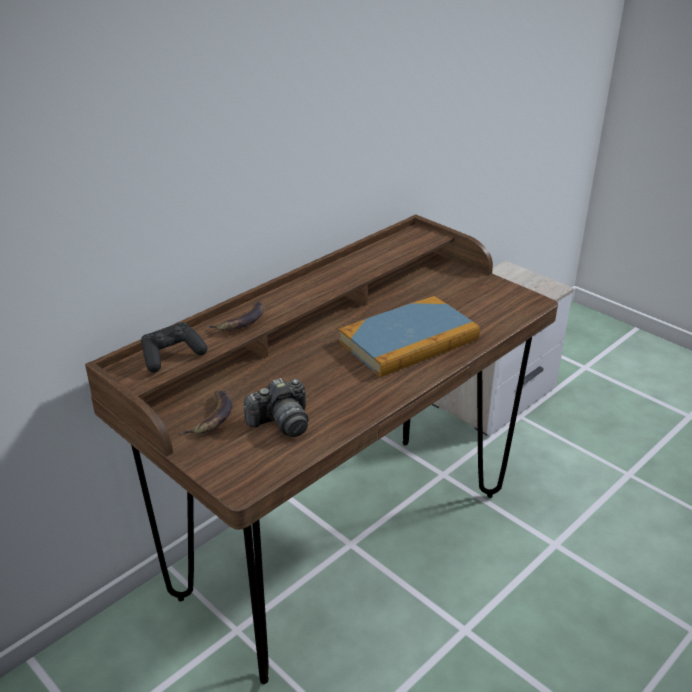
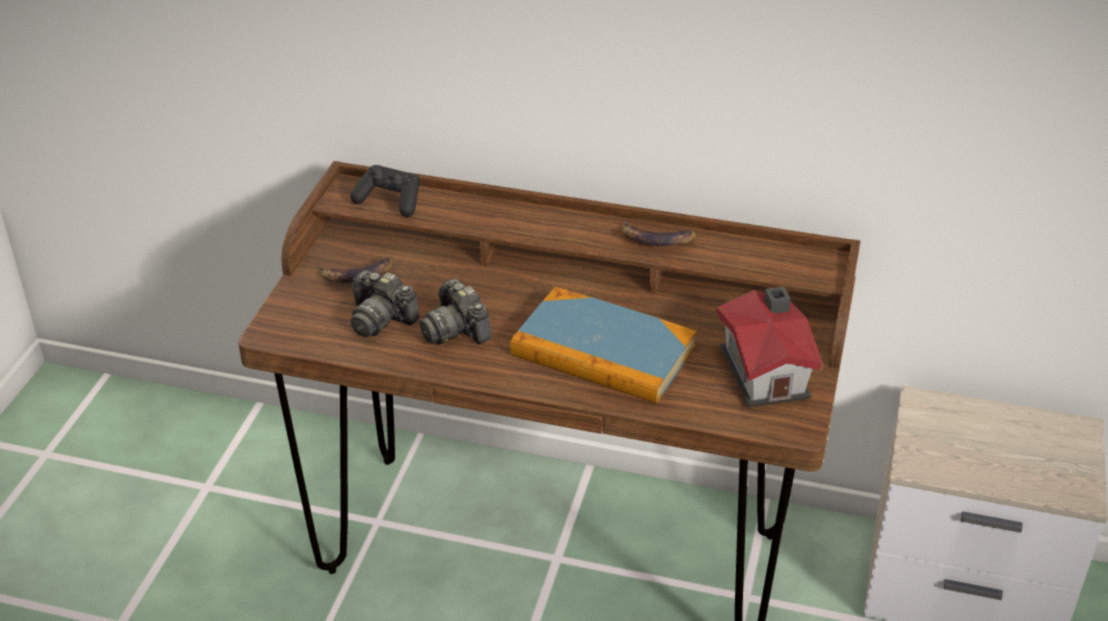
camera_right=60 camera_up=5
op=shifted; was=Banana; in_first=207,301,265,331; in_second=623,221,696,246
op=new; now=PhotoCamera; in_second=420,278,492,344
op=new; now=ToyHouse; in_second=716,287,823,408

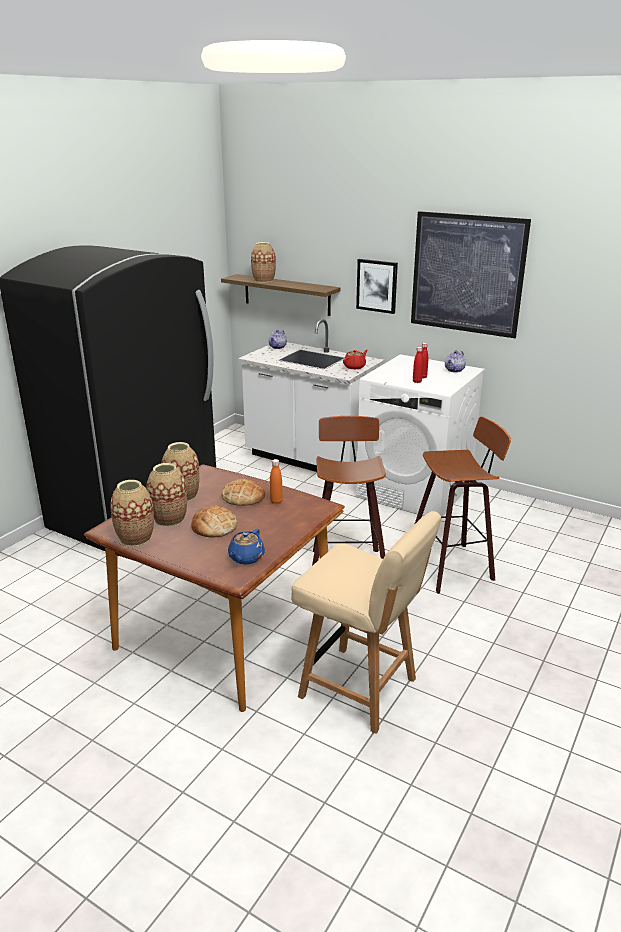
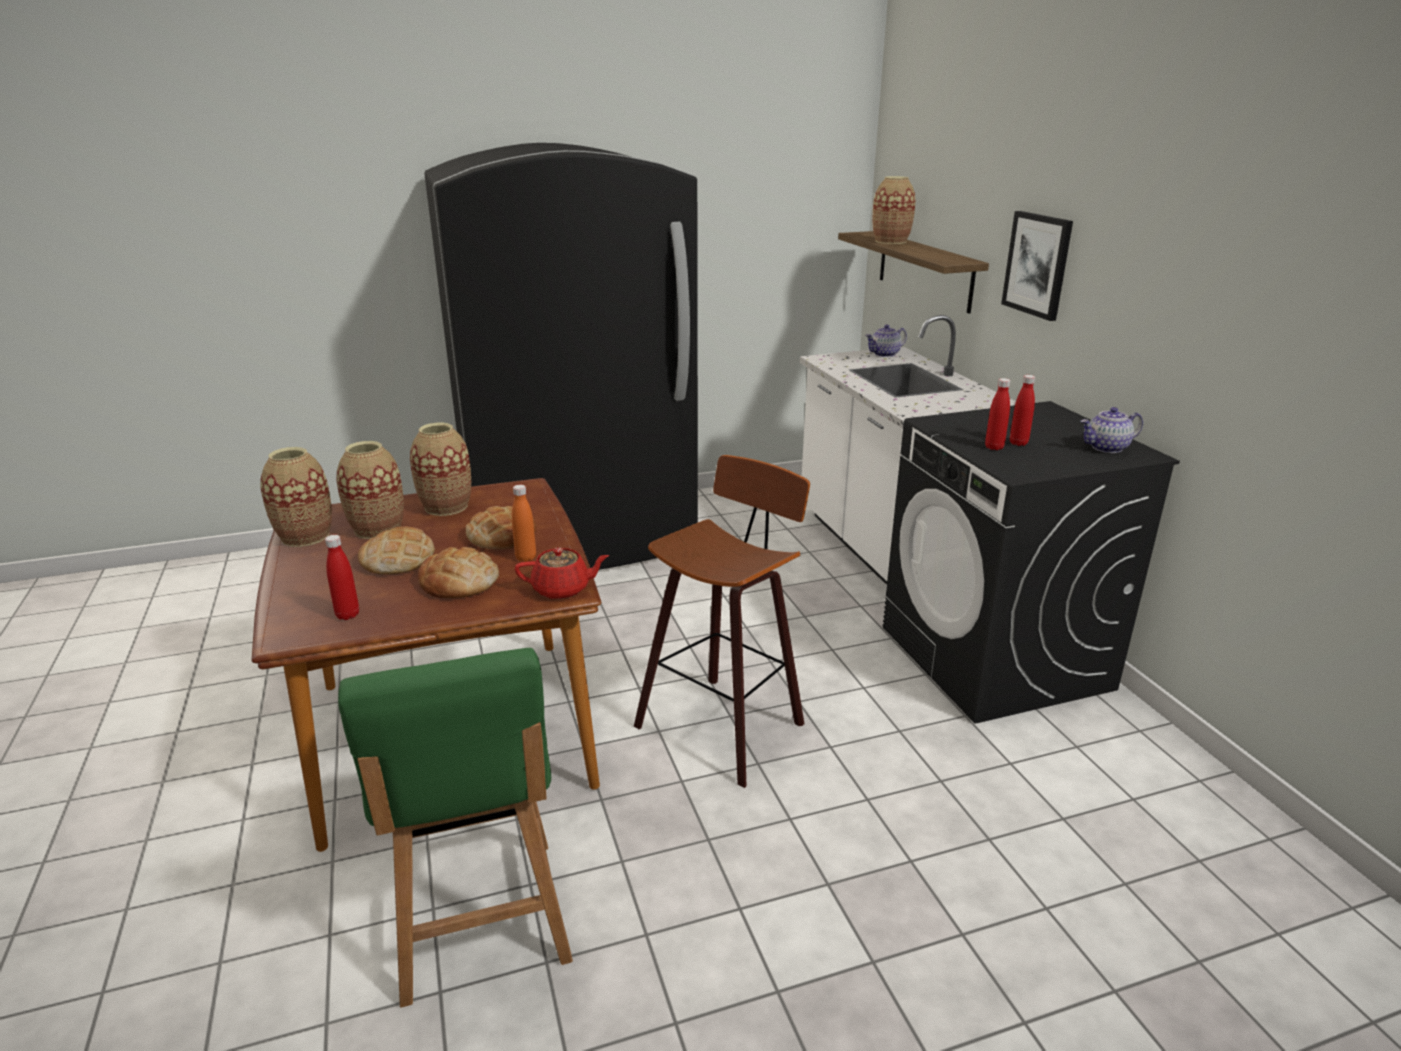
camera_right=40 camera_up=0
op=gone; was=Picture; in_first=411,211,531,338
op=shifted; was=RedTeapot; in_first=343,350,367,369; in_second=515,547,609,599
op=repainted; was=WhiteWashingMachine; now=BlackWashingMachine; in_first=356,354,485,517; in_second=883,401,1180,723
op=gone; was=Stool; in_first=414,416,511,594
op=repainted; was=BeigeChair; now=GreenChair; in_first=291,511,441,734; in_second=338,648,573,1008
op=swapped; was=BlueTeapot; now=RedBottle; in_first=228,529,265,564; in_second=325,535,359,620
op=new; now=Bread; in_second=418,547,499,598

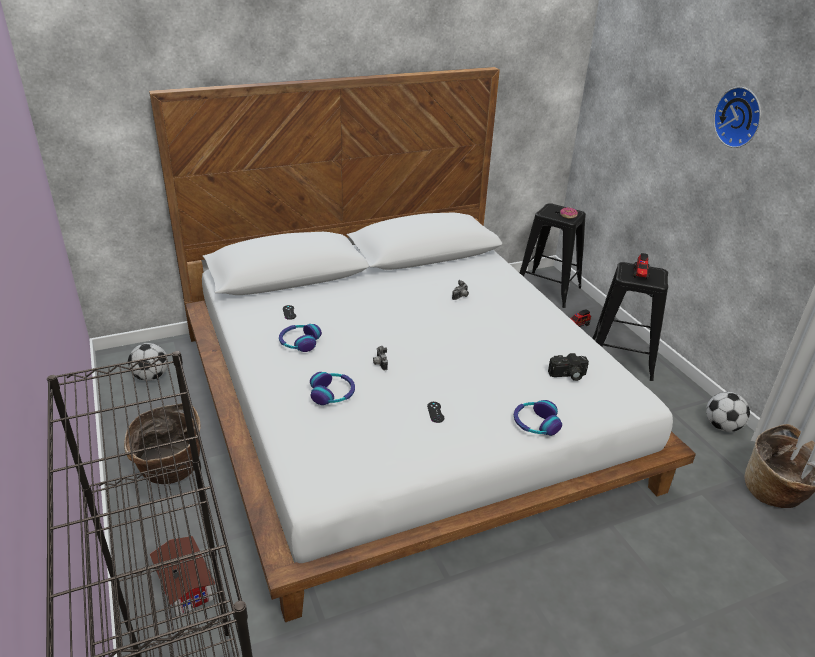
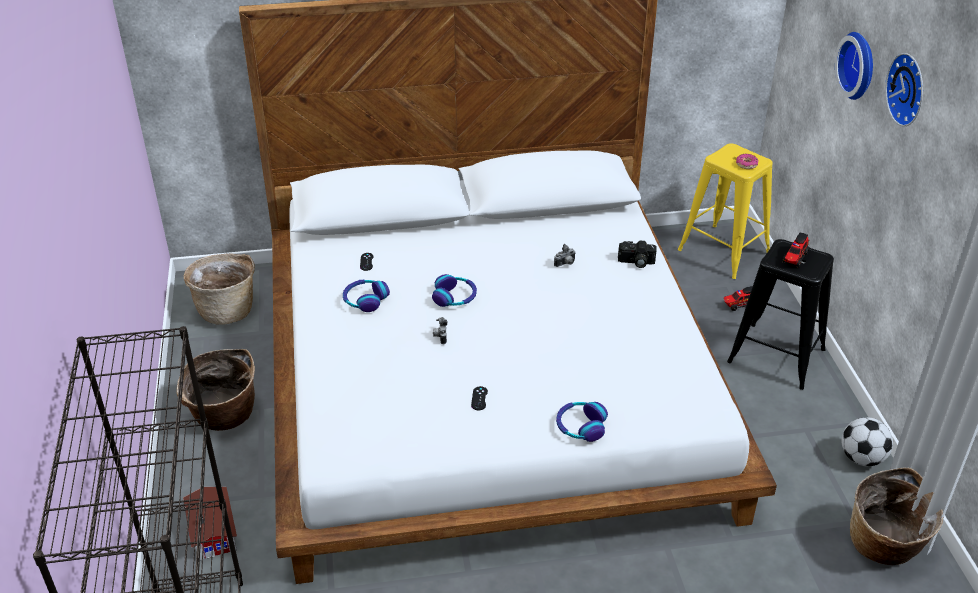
camera_right=15 camera_up=5
op=repainted; was=BlackStool; now=YellowStool; in_first=520,203,586,308; in_second=678,143,773,279
op=swapped; was=Football; now=Basket; in_first=128,343,168,381; in_second=184,253,255,325
op=shifted; was=PhotoCamera; in_first=548,353,589,381; in_second=618,241,656,268
op=shifted; was=Headphones; in_first=310,372,355,405; in_second=432,274,477,307
op=new; now=WallClock; in_second=835,32,873,100

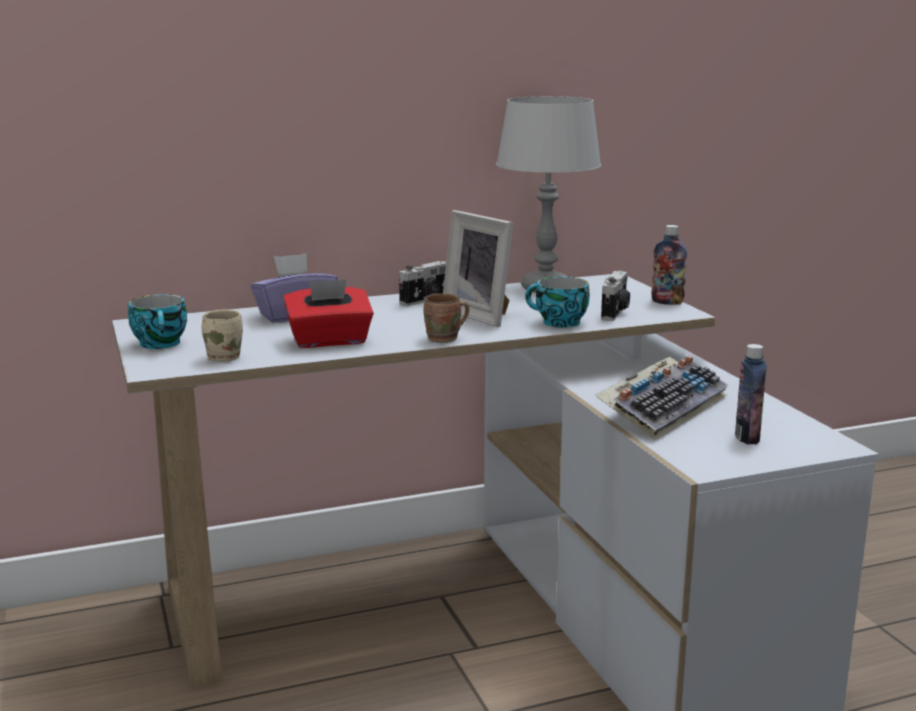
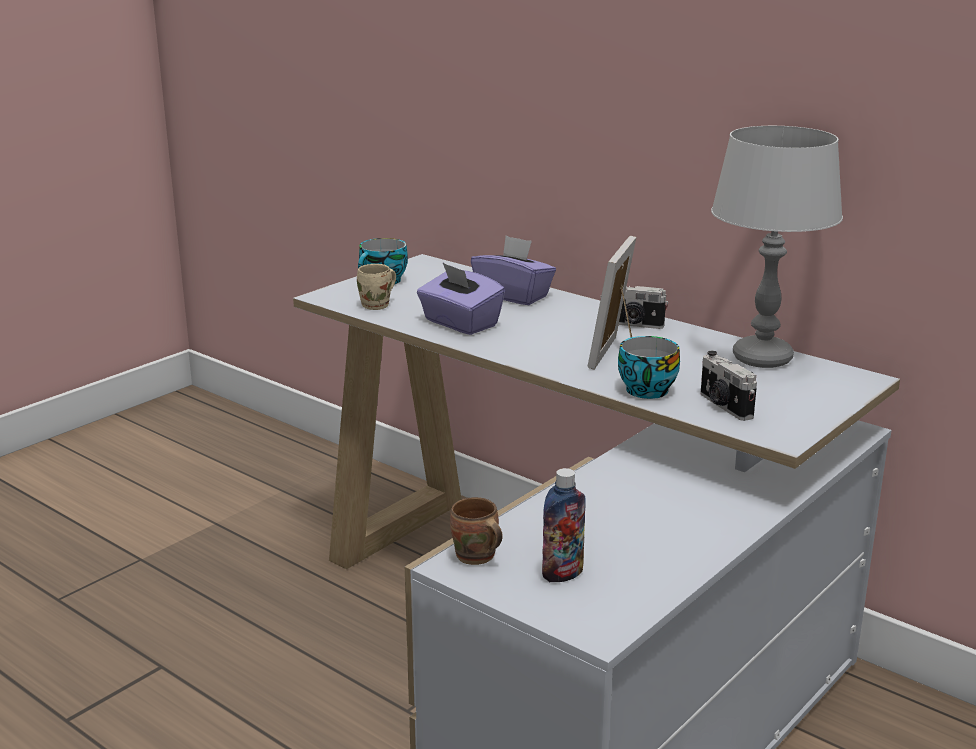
camera_right=60 camera_up=5
op=gone; was=Bottle; in_first=651,225,687,305
op=rotated; was=PhotoCamera; in_first=601,271,630,321; in_second=700,351,757,421; clockwise=75
op=repainted; was=RedTissueBox; now=PurpleTissueBox; in_first=283,279,374,348; in_second=417,263,505,335
op=shifted; was=BrownMug; in_first=424,293,469,343; in_second=450,497,503,565
op=gone; was=Keyboard; in_first=595,356,728,440

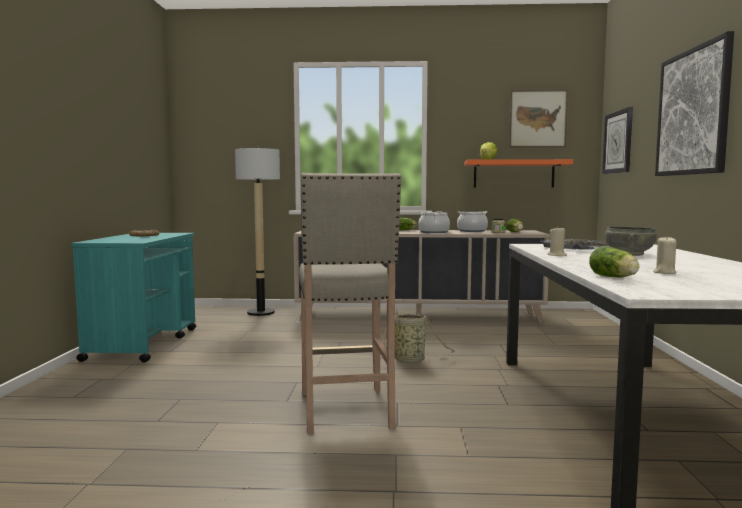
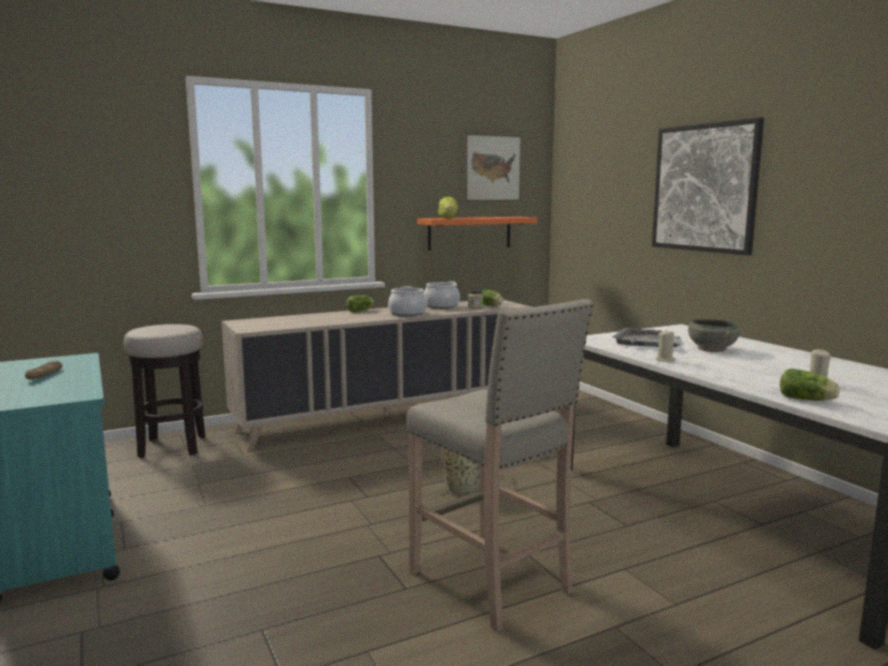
camera_right=-30 camera_up=5
op=gone; was=WallClock; in_first=602,107,633,174
op=swapped; was=FloorLamp; now=Stool; in_first=235,147,280,316; in_second=124,324,205,458

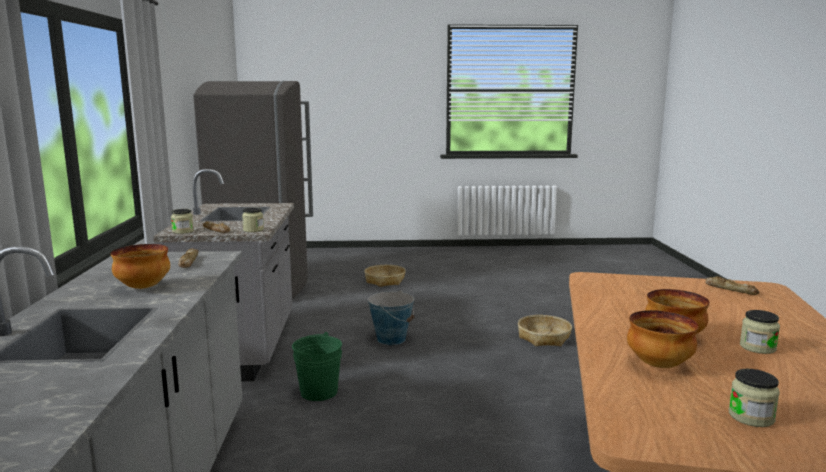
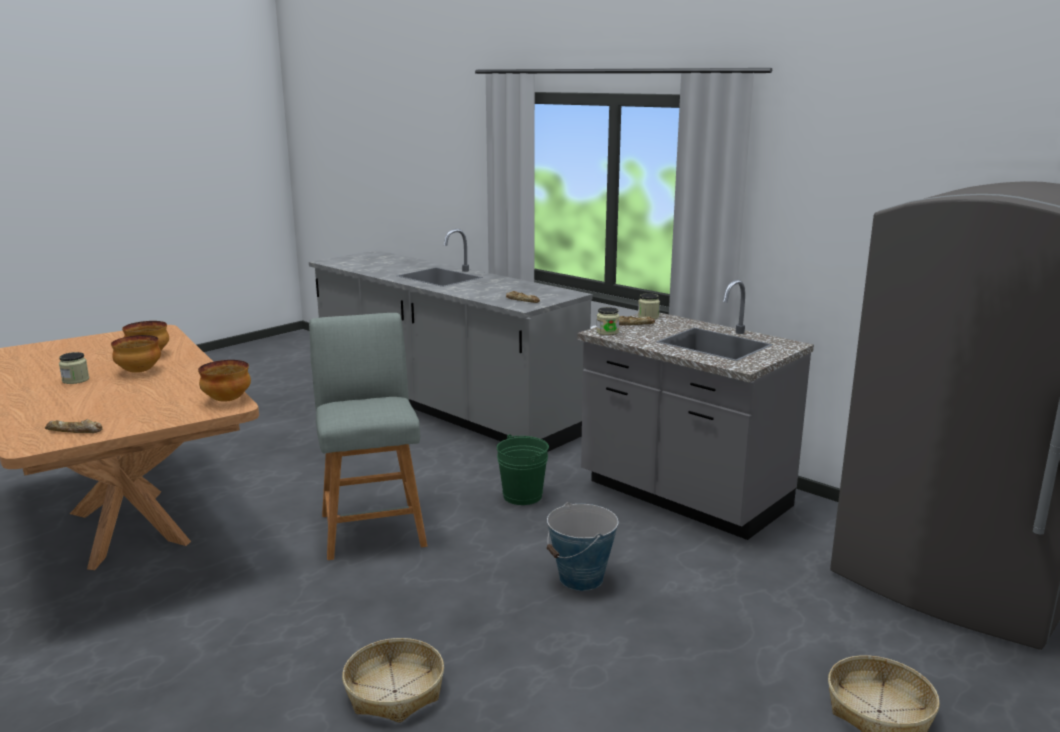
camera_right=135 camera_up=5
op=shifted; was=Bowl; in_first=111,244,170,289; in_second=198,360,251,402
op=gone; was=Jar; in_first=729,369,780,427
op=new; now=GreyStool; in_second=309,313,427,560

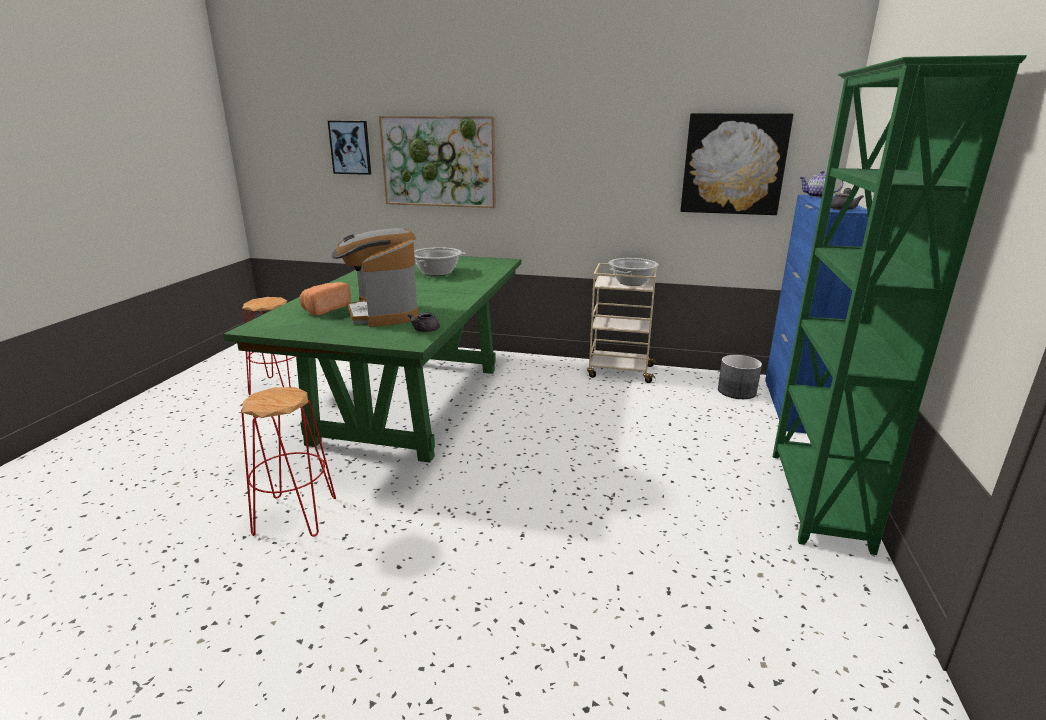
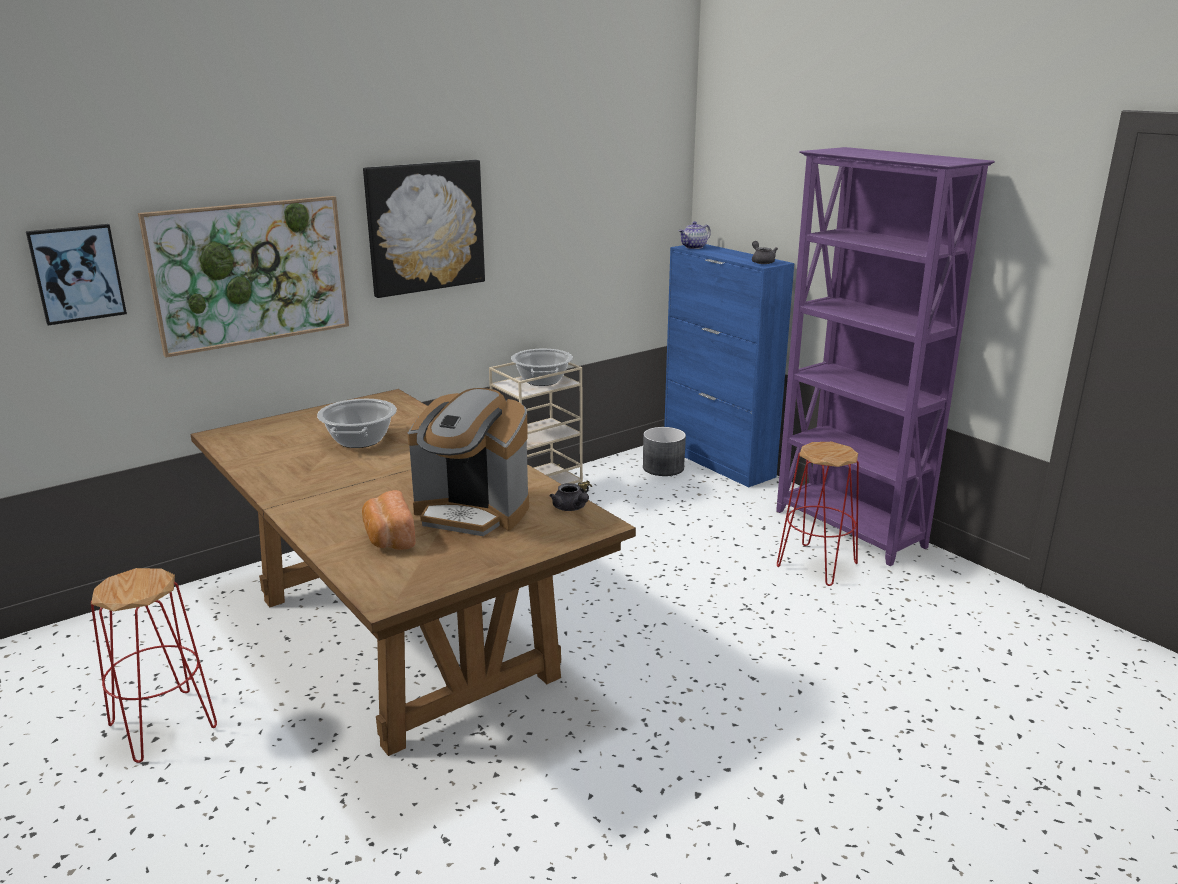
camera_right=-50 camera_up=0
op=repainted; was=GreenBookcase; now=PurpleBookcase; in_first=773,55,1027,555; in_second=776,147,995,566
op=shifted; was=Picture; in_first=680,113,794,215; in_second=363,160,485,298
op=repainted; was=GreenDiningTable; now=BrownDiningTable; in_first=223,256,521,463; in_second=190,389,636,756
op=shifted; was=RedStool; in_first=241,387,336,537; in_second=777,442,859,586

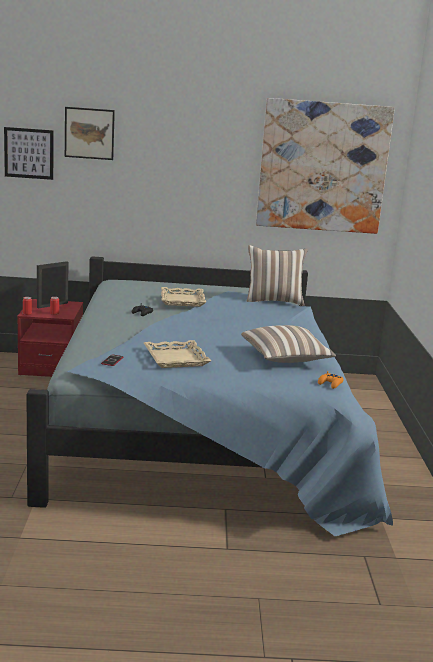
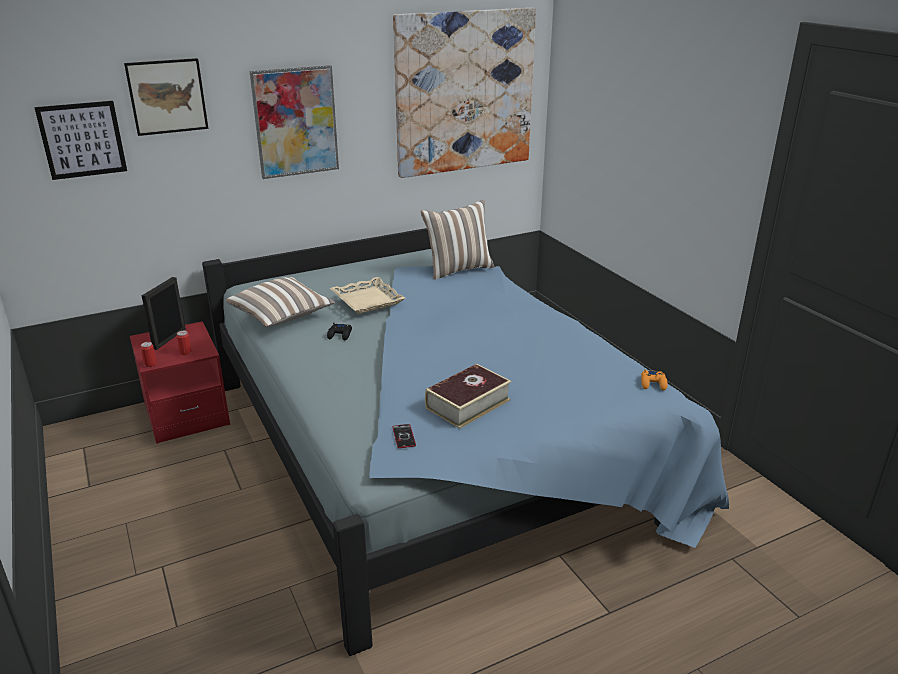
camera_right=-25 camera_up=10
op=shifted; was=Pillow; in_first=241,325,336,363; in_second=226,277,335,327
op=swapped; was=BeigeTray; now=Book; in_first=144,340,211,368; in_second=425,364,511,429
op=new; now=Picture; in_second=250,65,339,179

